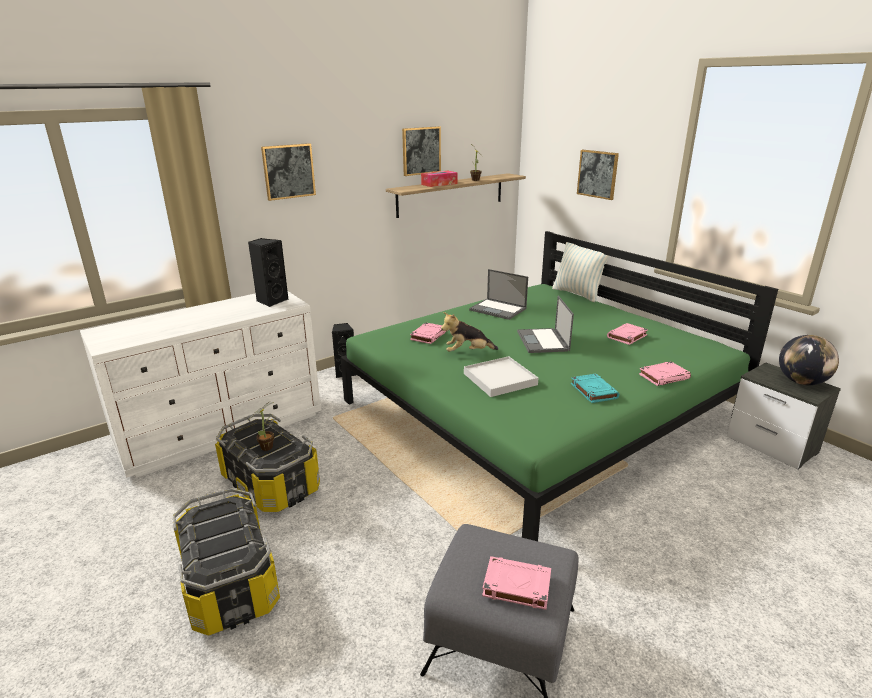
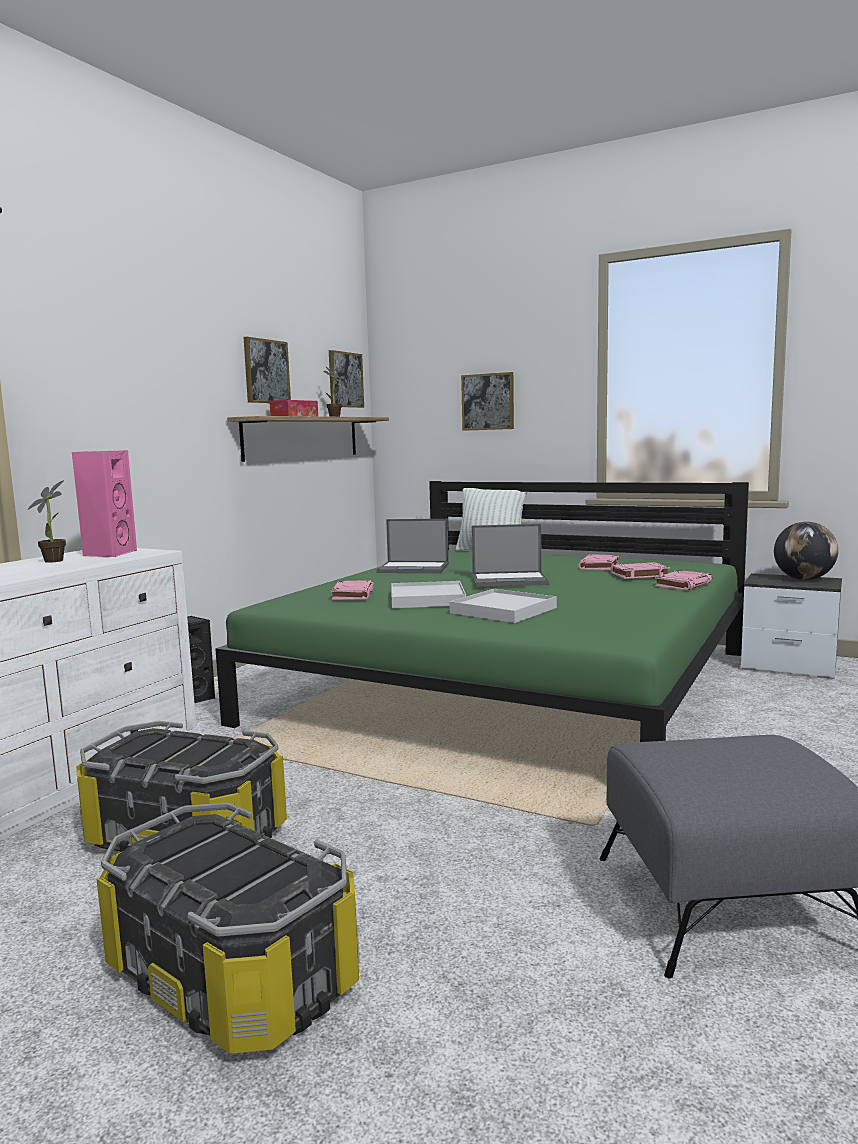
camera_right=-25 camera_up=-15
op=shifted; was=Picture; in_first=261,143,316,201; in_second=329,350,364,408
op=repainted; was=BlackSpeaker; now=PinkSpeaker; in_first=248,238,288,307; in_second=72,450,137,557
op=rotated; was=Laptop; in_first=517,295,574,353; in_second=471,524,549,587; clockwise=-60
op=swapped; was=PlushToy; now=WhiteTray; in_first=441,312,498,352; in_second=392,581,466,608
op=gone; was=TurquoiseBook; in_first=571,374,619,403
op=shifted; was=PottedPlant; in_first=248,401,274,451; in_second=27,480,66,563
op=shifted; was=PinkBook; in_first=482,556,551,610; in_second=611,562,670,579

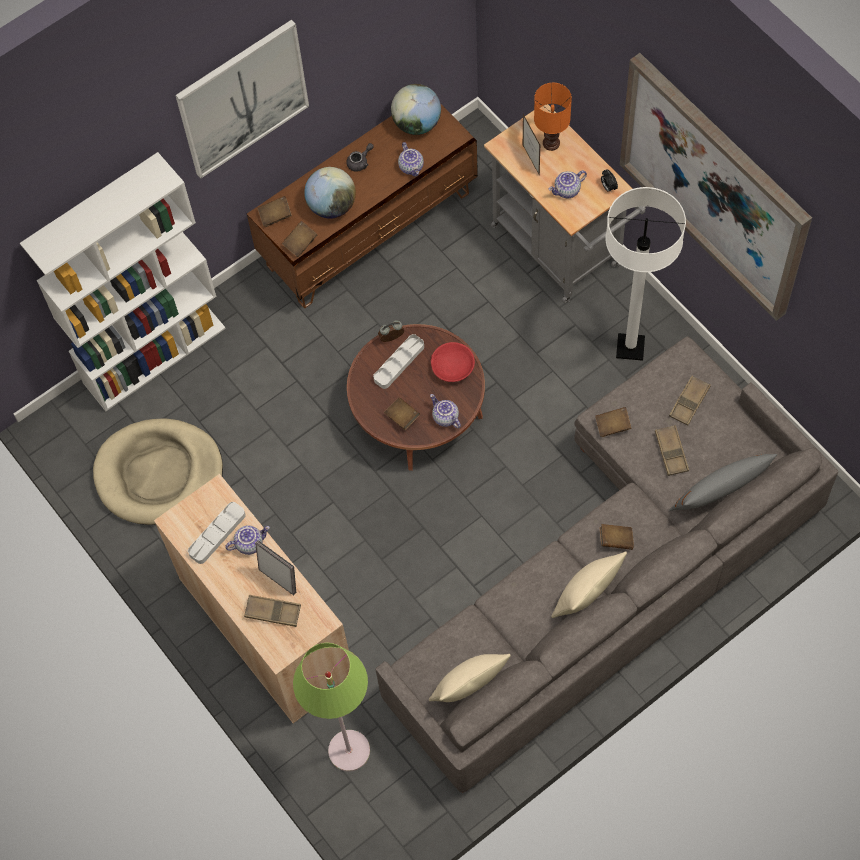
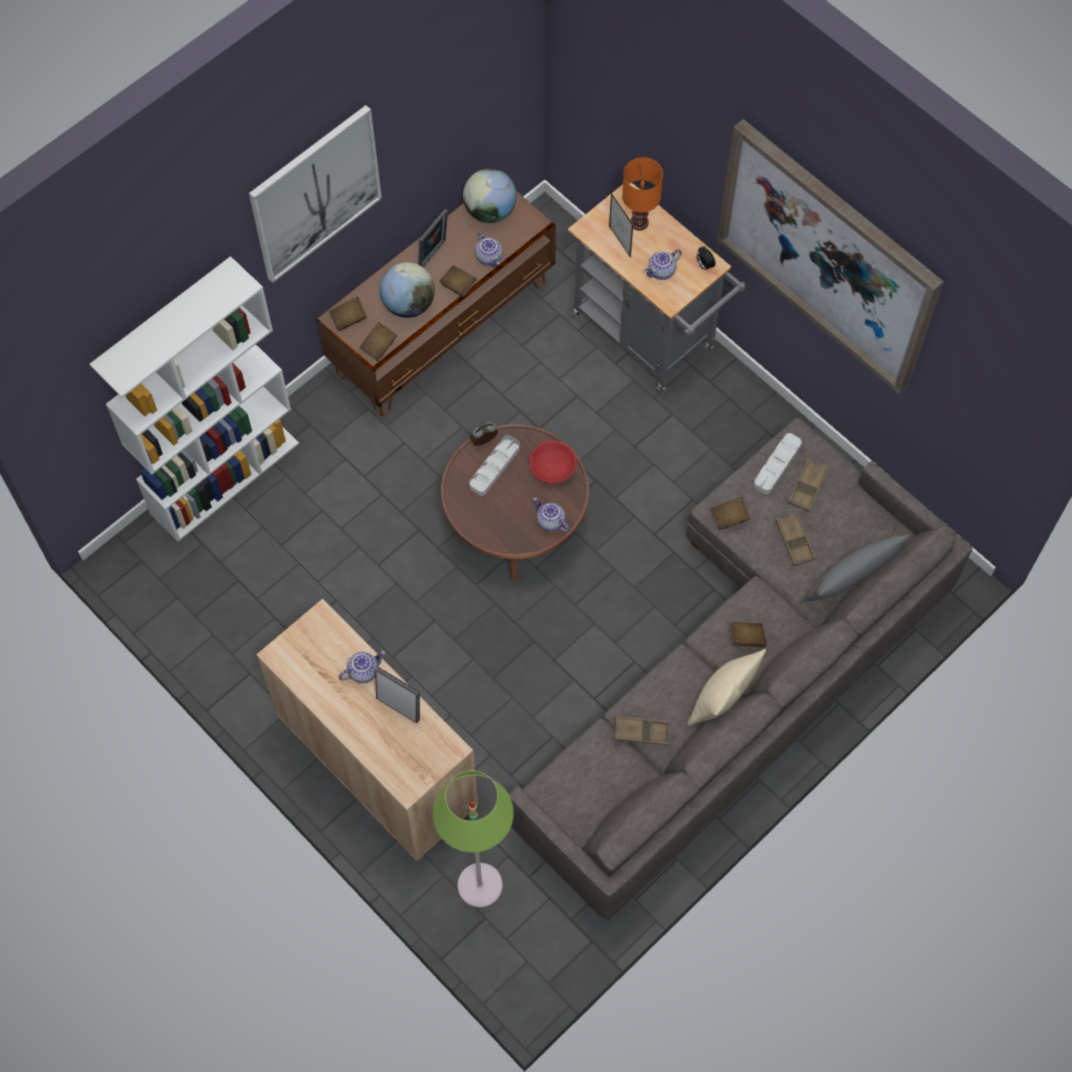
camera_right=-10 camera_up=0
op=swapped; was=GreyTeapot; now=PictureFrame; in_first=346,143,374,172; in_second=418,209,448,267
op=gone; was=WhiteFloorLamp; in_first=606,187,686,361
op=shifted; was=BrownBook; in_first=384,397,420,430; in_second=439,265,477,297
op=gone; was=BeigeDogBed; in_first=93,418,223,525
op=shifted; was=GreyTray; in_first=188,502,246,564; in_second=753,433,802,494
op=shifted; was=BrownTray; in_first=244,595,301,627; in_second=614,716,669,746
op=gone; was=BeigePillow; in_first=429,654,511,702

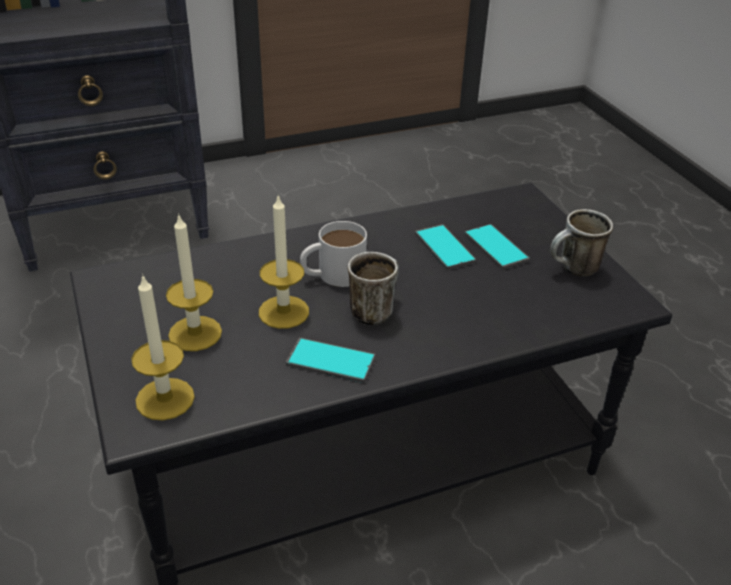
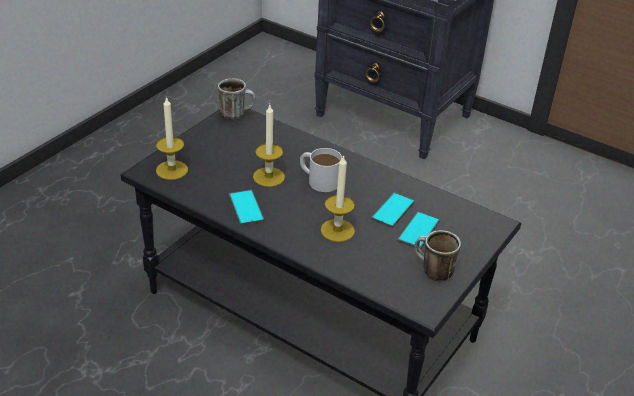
camera_right=55 camera_up=0
op=shifted; was=Candle; in_first=166,213,222,351; in_second=321,155,355,242
op=shifted; was=Mug; in_first=348,252,399,325; in_second=218,78,256,120

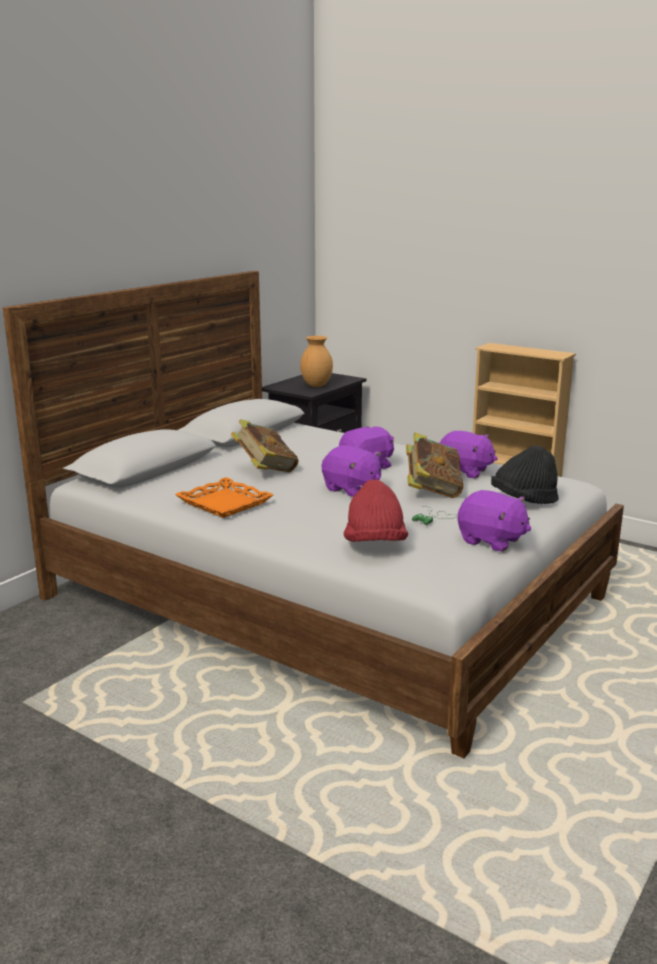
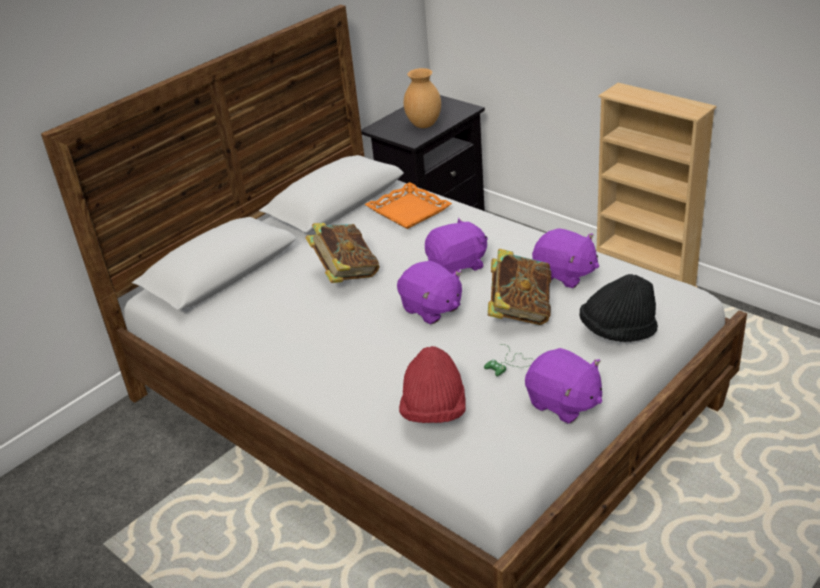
camera_right=10 camera_up=15
op=shifted; was=OrangeTray; in_first=175,477,274,518; in_second=364,182,452,229

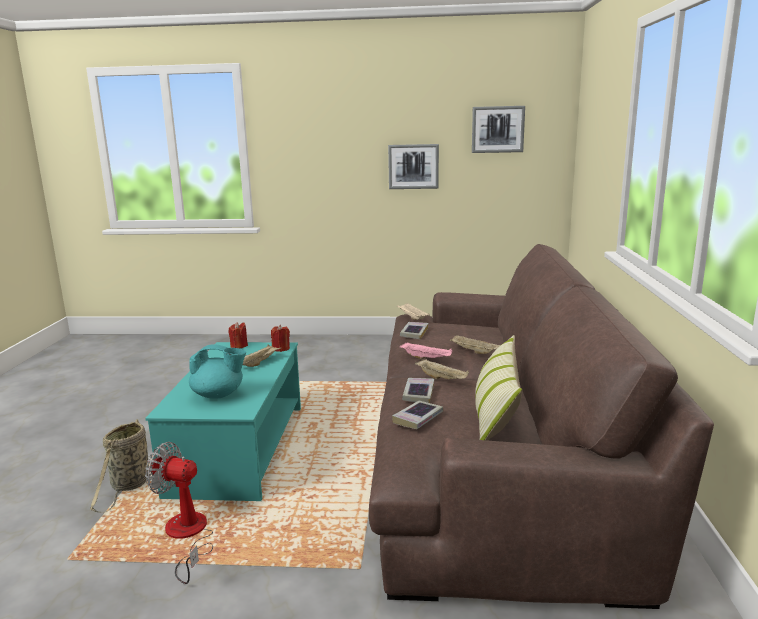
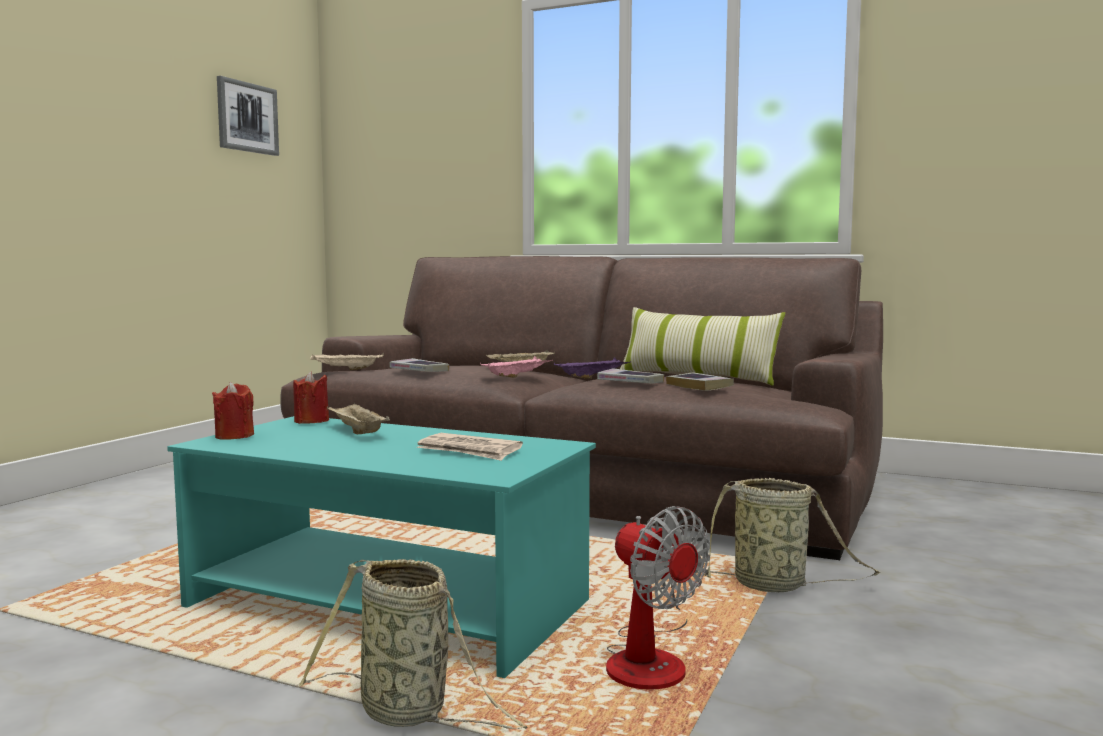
camera_right=-70 camera_up=-10
op=gone; was=Picture; in_first=388,144,439,189
op=swapped; was=TurquoiseTeapot; now=Newspaper; in_first=189,344,246,399; in_second=416,433,523,461
op=repainted; was=BeigeTray; now=PurpleTray; in_first=415,359,469,380; in_second=554,357,631,379
op=rotated; was=Fan; in_first=145,442,213,584; in_second=606,506,710,690; clockwise=-75
op=new; now=Basket; in_second=697,478,880,592

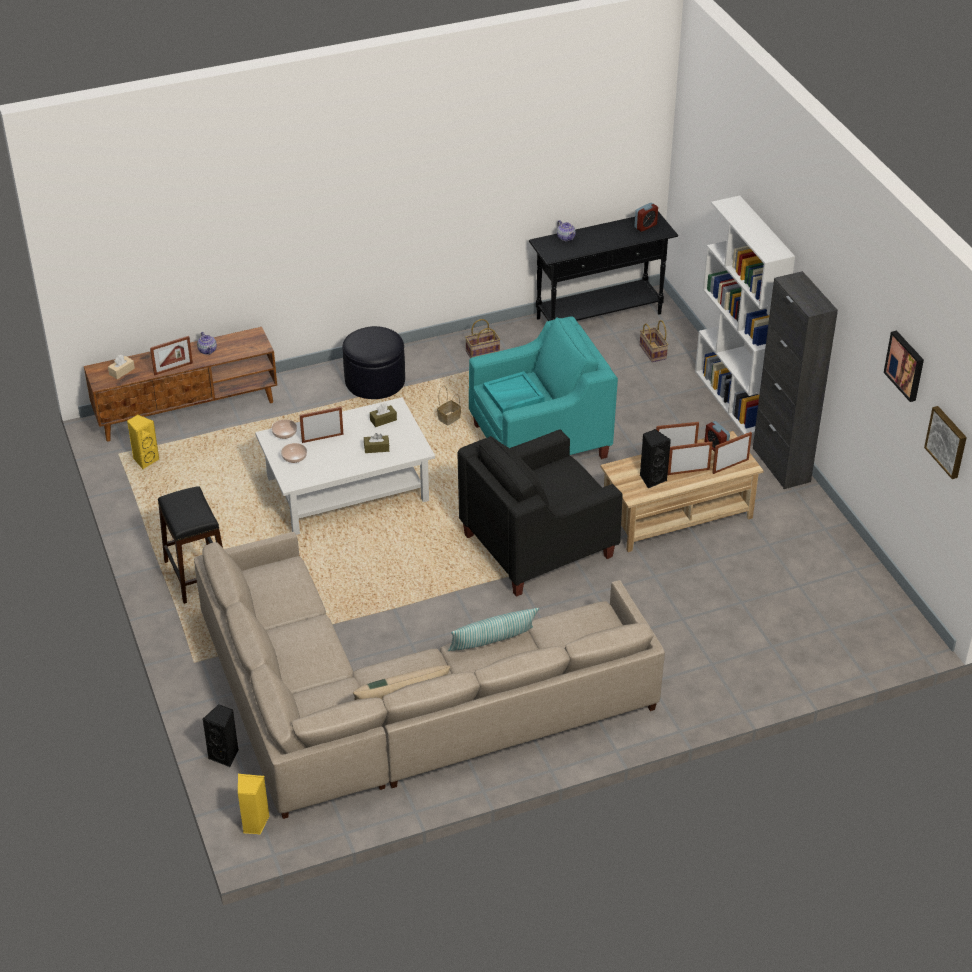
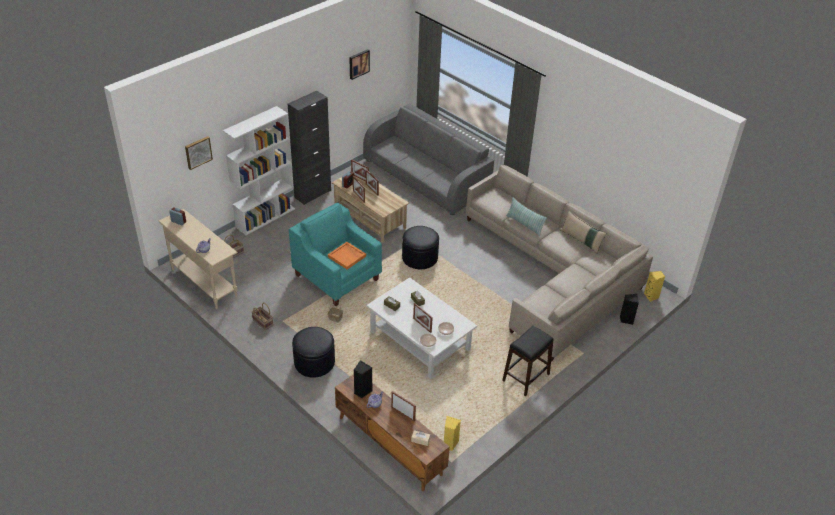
camera_right=-115 camera_up=0
op=repainted; was=BlackConsoleTable; now=BeigeConsoleTable; in_first=529,212,678,321; in_second=158,209,238,309
op=repainted; was=TurquoiseTray; now=OrangeTray; in_first=483,371,544,414; in_second=328,242,366,269
op=shifted; was=Picture; in_first=924,406,967,479; in_second=185,136,213,170
op=swapped; was=BlackArmchair; now=BlackOttoman; in_first=457,429,623,597; in_second=402,226,439,269
op=shifted; was=BlackSpeaker; in_first=640,429,671,488; in_second=354,360,372,398
op=new; now=GreySofa; in_second=363,104,494,215

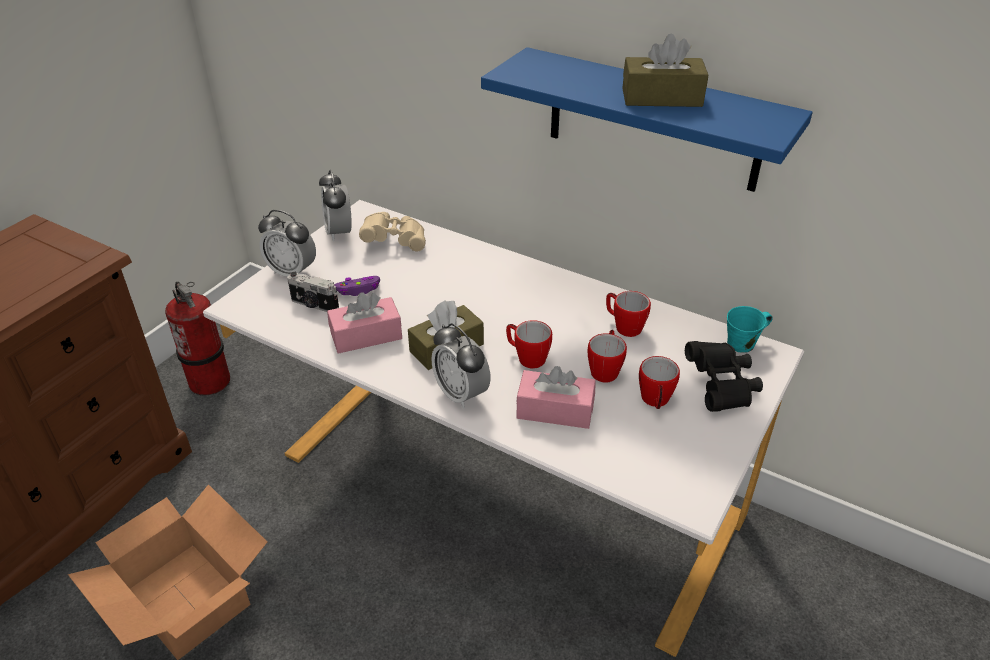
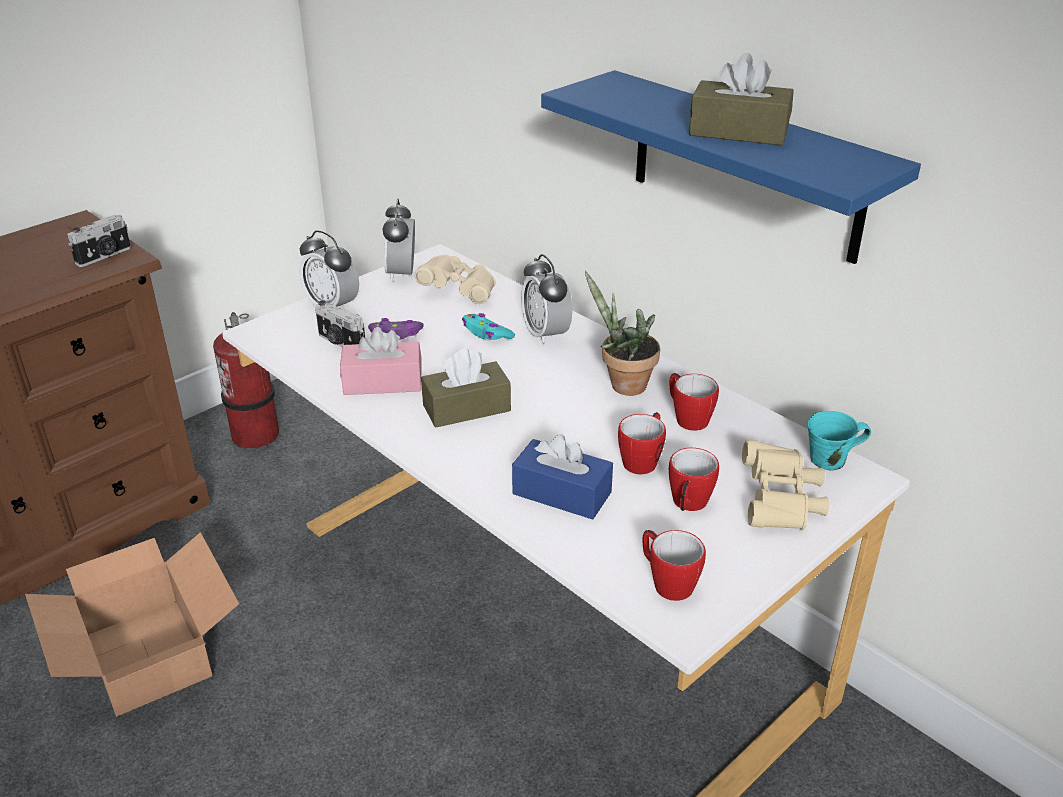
camera_right=15 camera_up=-5
op=shifted; was=Mug; in_first=506,320,552,369; in_second=643,530,706,601
op=shifted; was=AlarmClock; in_first=431,323,490,409; in_second=521,254,572,345
op=repainted; was=BlackBinoculars; now=BeigeBinoculars; in_first=685,341,763,412; in_second=742,440,829,530
op=repainted; was=PinkTissueBox; now=BlueTissueBox; in_first=516,366,596,429; in_second=512,434,613,520
op=new; now=PhotoCamera; in_second=67,214,131,267
op=new; now=PottedPlant; in_second=585,271,660,396
op=new; now=TurquoiseGameController; in_second=462,313,515,340

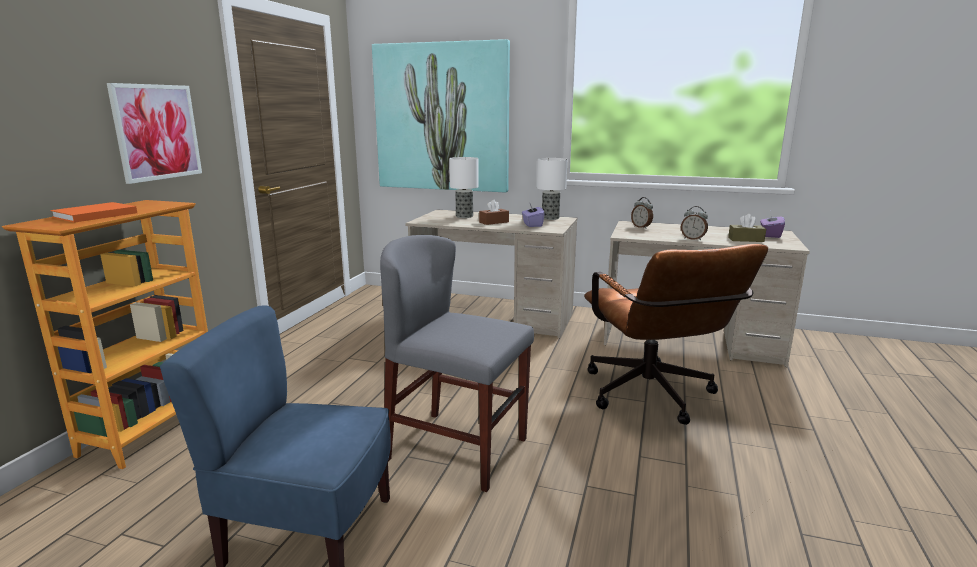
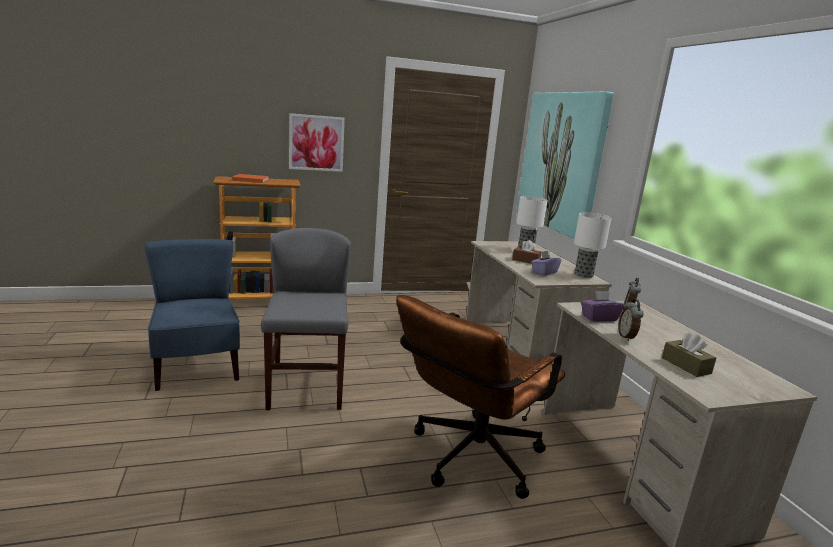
camera_right=55 camera_up=0
op=shifted; was=PurpleTissueBox; in_first=760,212,785,238; in_second=581,291,624,322

